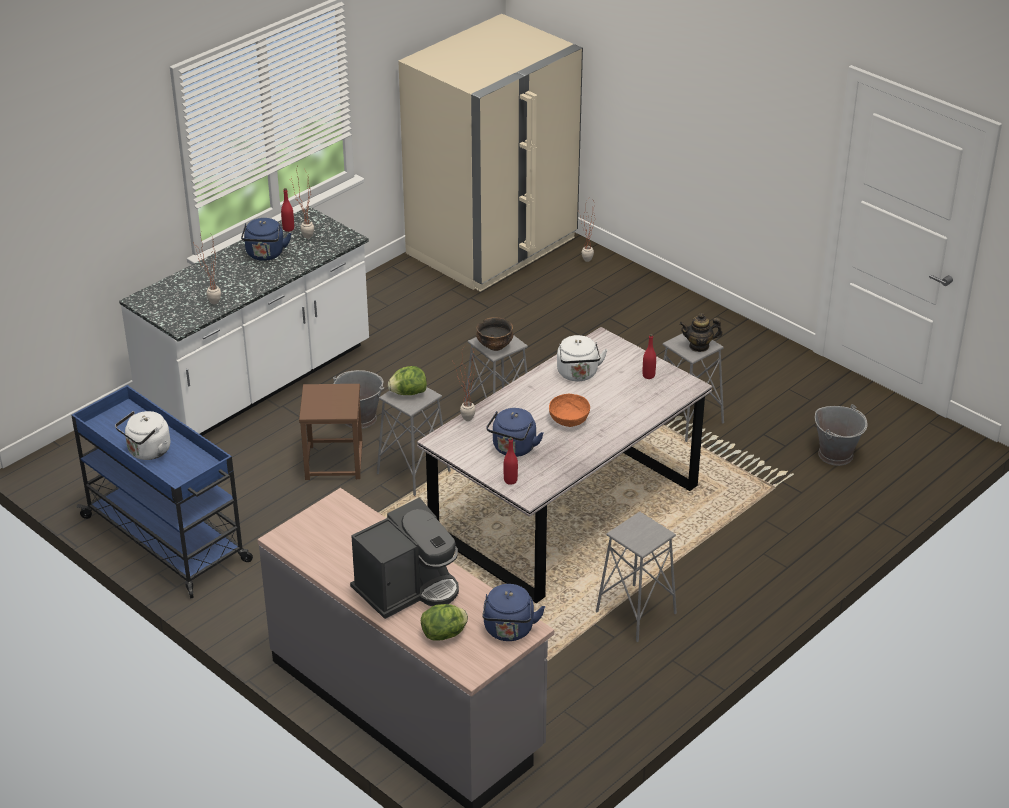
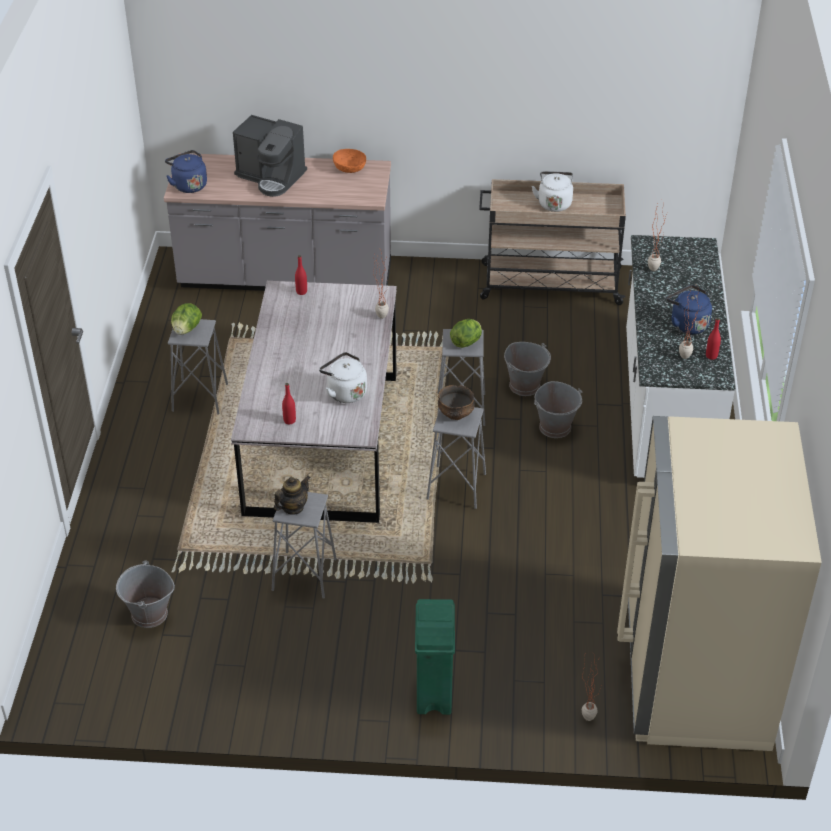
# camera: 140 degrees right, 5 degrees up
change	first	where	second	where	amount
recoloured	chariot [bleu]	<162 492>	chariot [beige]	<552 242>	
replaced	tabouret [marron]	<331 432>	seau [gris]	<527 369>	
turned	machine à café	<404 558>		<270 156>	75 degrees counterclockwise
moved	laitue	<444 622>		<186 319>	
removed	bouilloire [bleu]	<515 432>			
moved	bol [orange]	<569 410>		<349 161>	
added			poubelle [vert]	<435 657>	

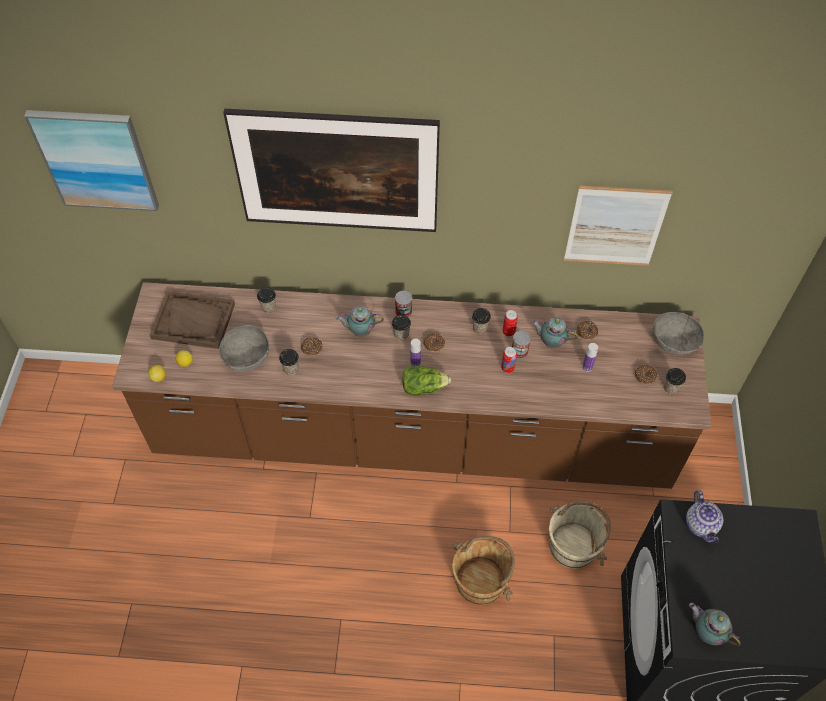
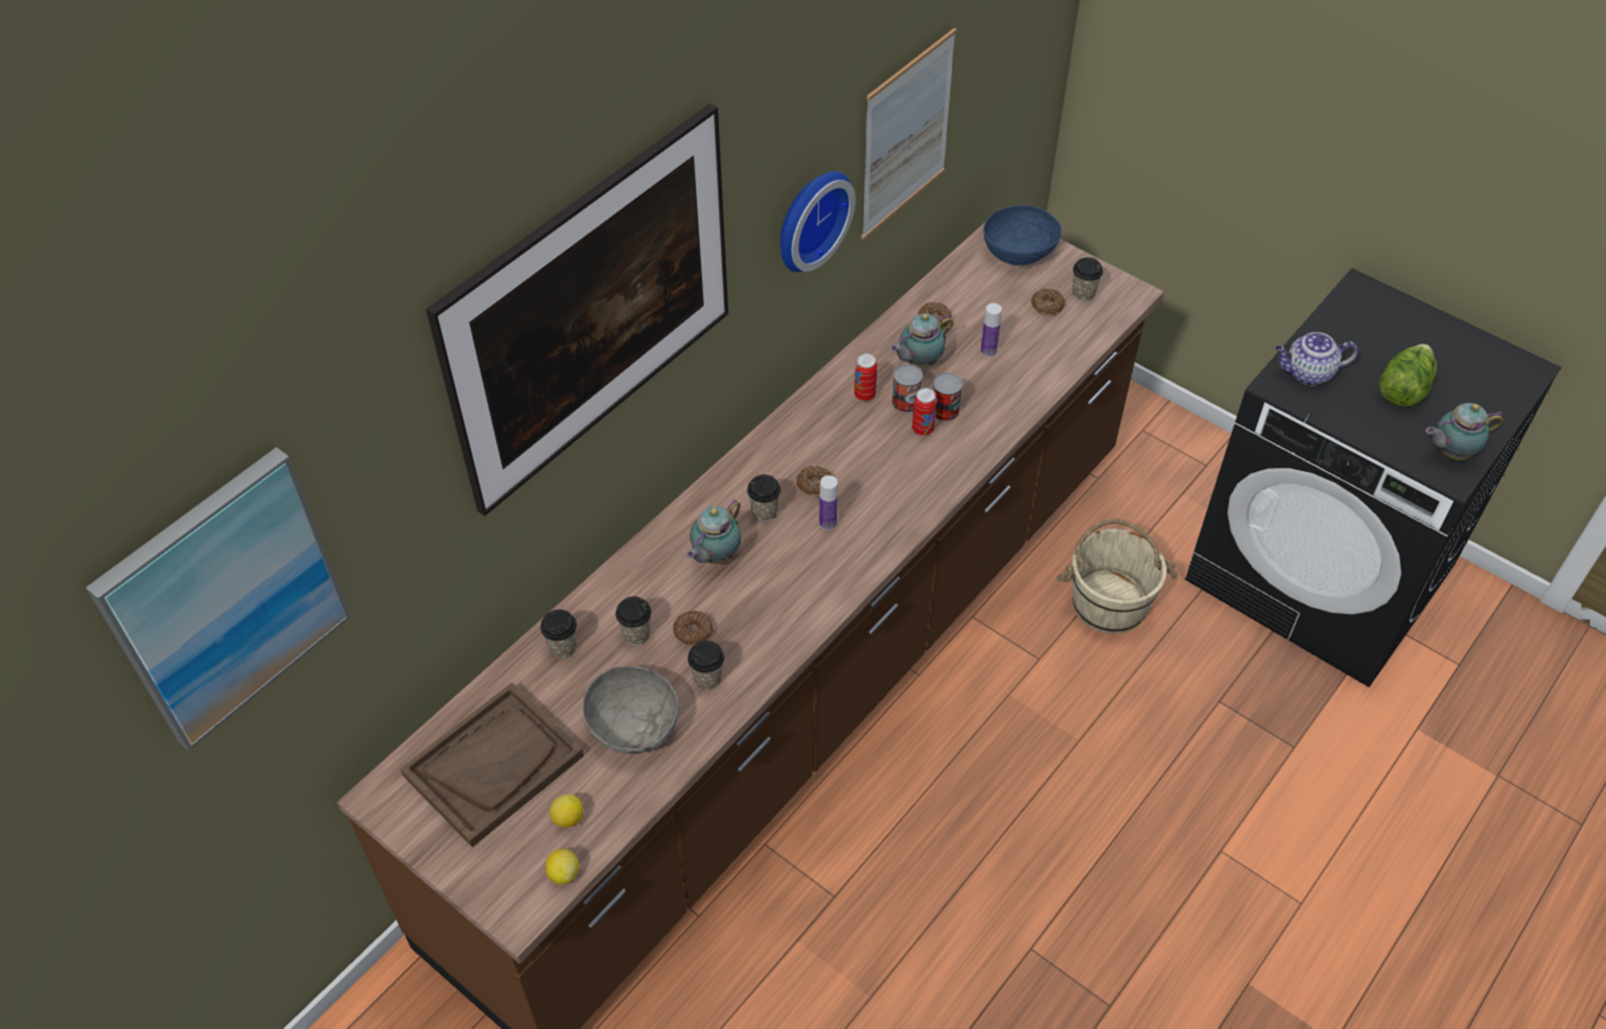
# camera: 55 degrees left, 5 degrees down
change	first	where	second	where	amount
moved	boîte métallique	<403 304>		<948 396>	
moved	laitue	<426 380>		<1407 375>	
removed	seau [marron]	<483 570>			
moved	tasse	<481 321>		<634 620>	
recoloured	bol [gris]	<678 333>	bol [bleu]	<1022 235>	
turned	théière	<704 516>		<1316 359>	150 degrees clockwise
added			horloge murale	<818 221>	

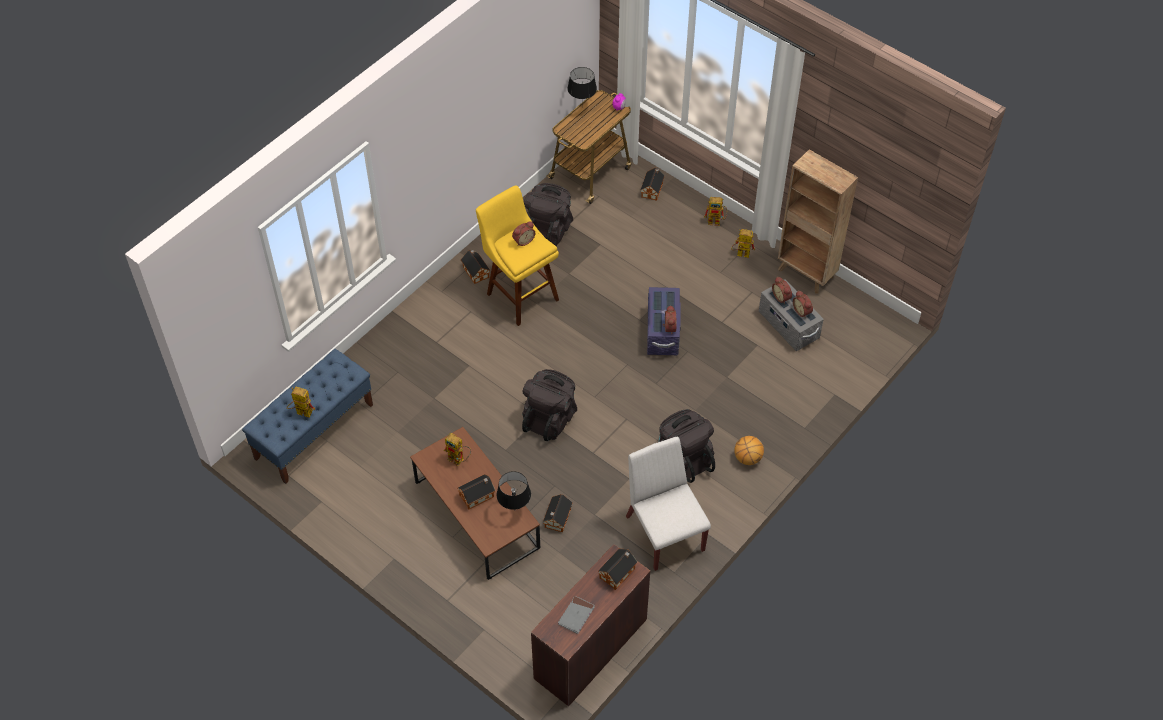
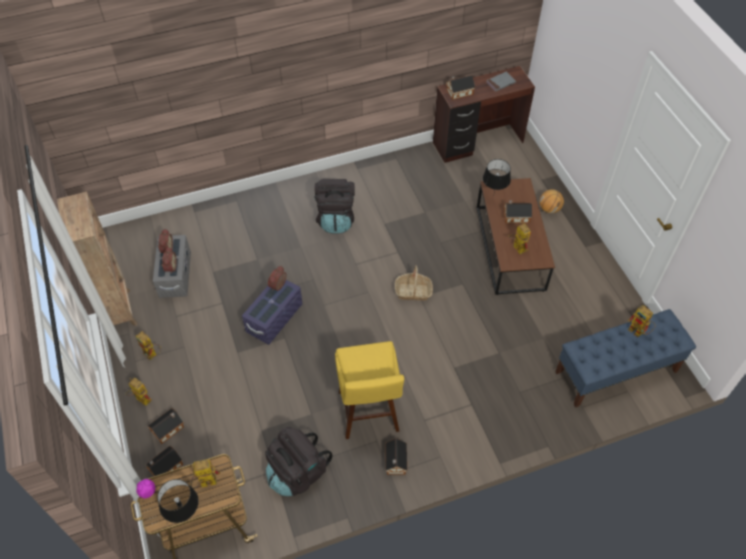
# camera: 150 degrees left, 0 degrees up
change	first	where	second	where	amount
removed	réveil	<523 233>			
replaced	sac à dos [noir]	<549 405>	panier	<414 283>	
moved	maison miniature	<558 513>		<166 426>	
removed	chaise [blanc]	<668 504>			
moved	ballon de basket	<749 450>		<552 201>	
added			robot jouet	<205 474>	

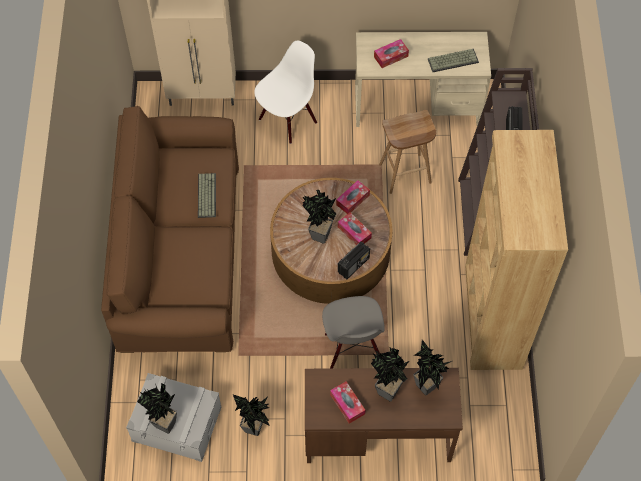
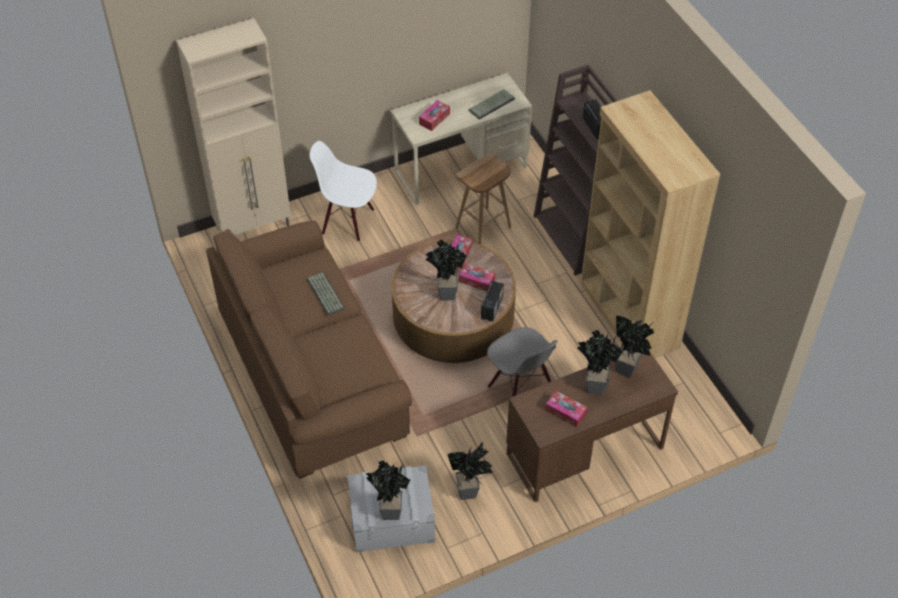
# camera: 25 degrees left, 10 degrees down
change	first	where	second	where	amount
turned	chaise [blanc]	<285 92>		<343 191>	90 degrees counterclockwise

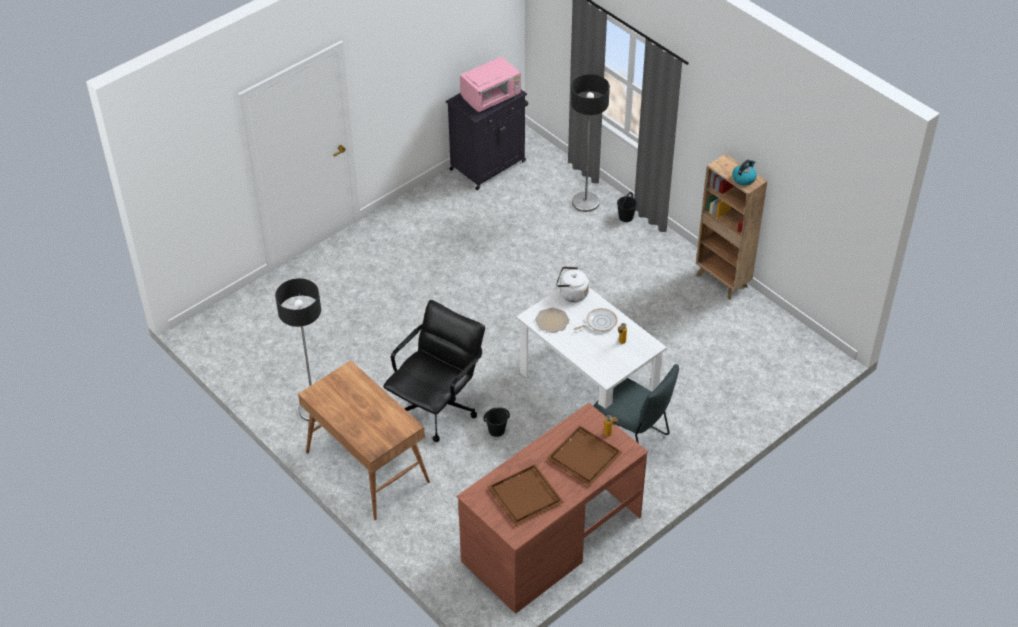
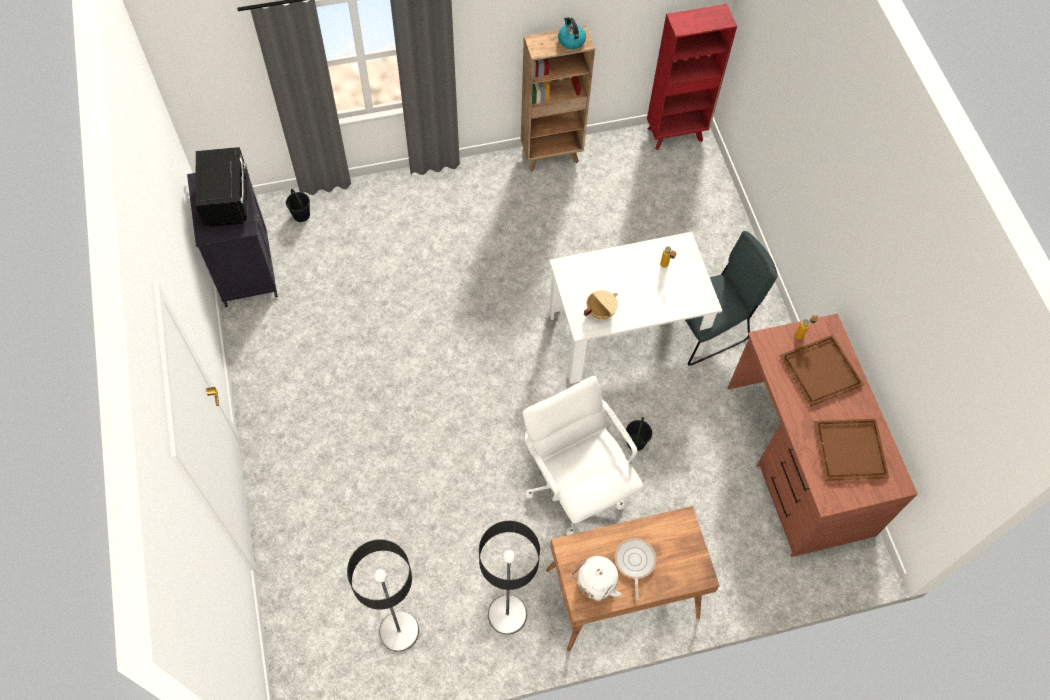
# camera: 65 degrees left, 15 degrees up
change	first	where	second	where	amount
recoloured	chaise de bureau [noir]	<434 371>	chaise de bureau [blanc]	<583 455>	
recoloured	micro-ondes [rose]	<490 84>	micro-ondes [noir]	<221 187>	
replaced	assiette	<552 320>	marmite [beige]	<601 304>	
moved	bouilloire [blanc]	<572 284>		<596 579>	
moved	lampadaire	<590 143>		<383 596>	
moved	poêle	<596 320>		<635 569>	
moved	seau [noir]	<627 207>		<298 205>	
added			bibliothèque [rouge]	<692 77>	

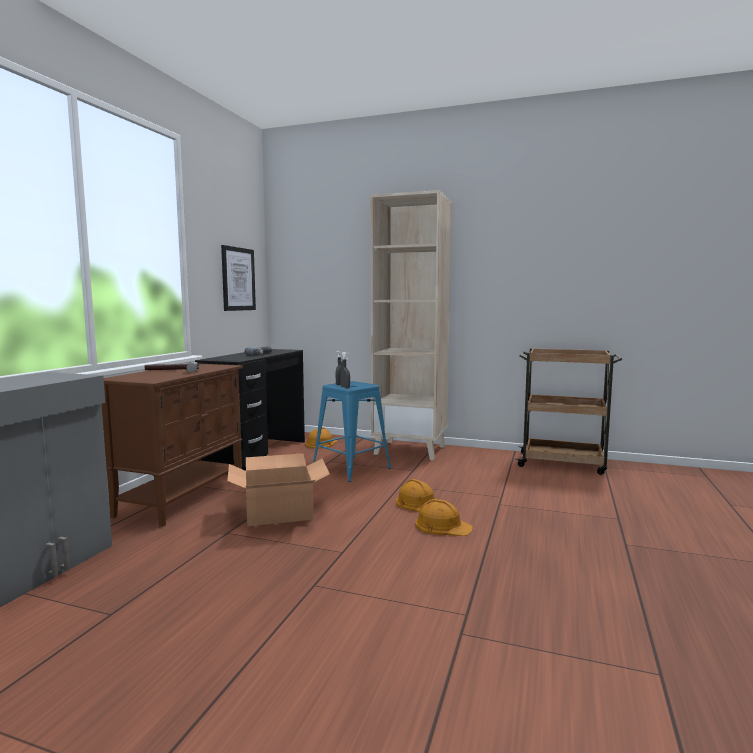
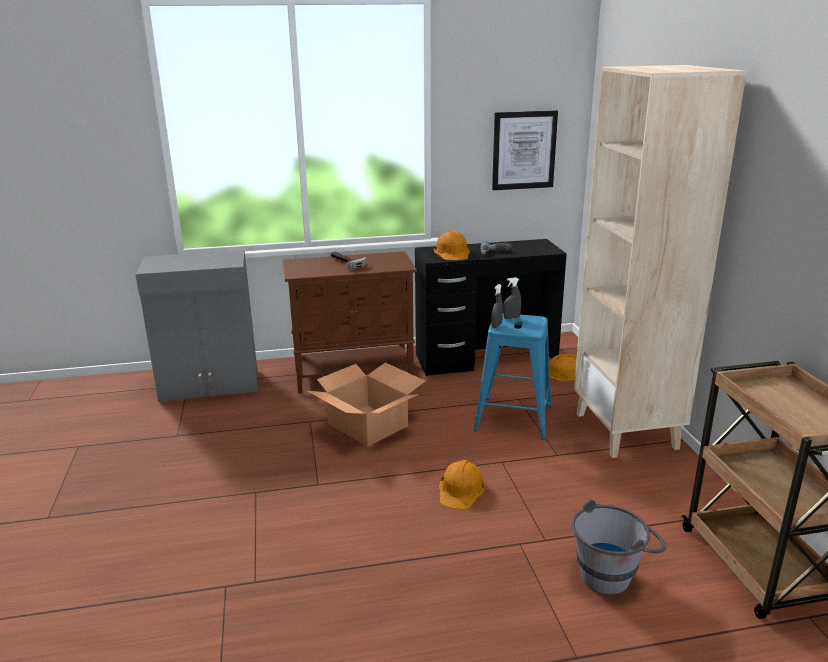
# camera: 60 degrees right, 15 degrees up
change	first	where	second	where	amount
moved	casque de chantier [orange]	<444 517>		<452 245>	
added			seau [gris]	<619 547>	

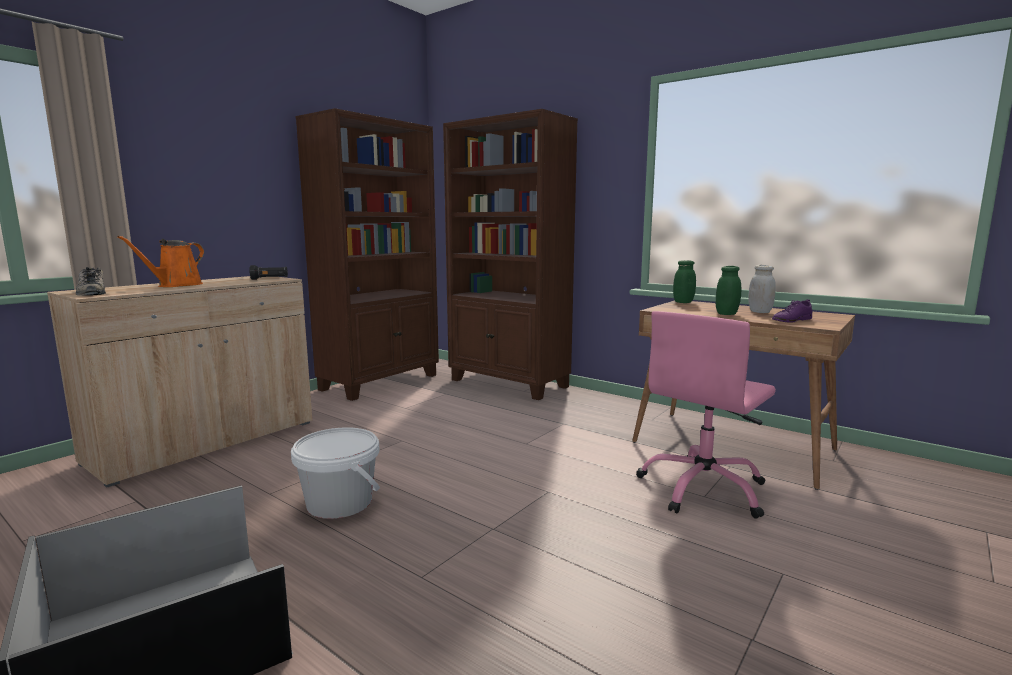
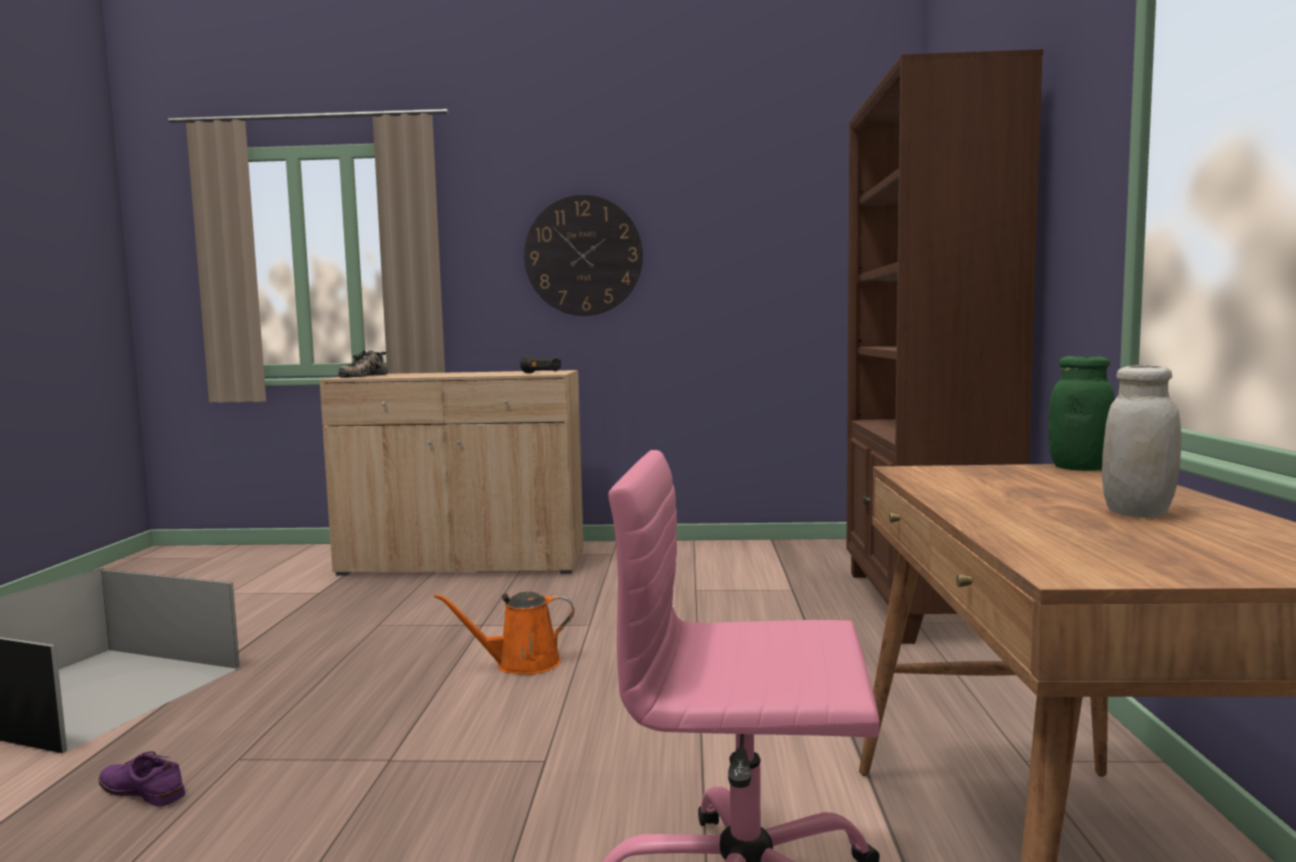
# camera: 55 degrees right, 5 degrees down
change	first	where	second	where	amount
moved	arrosoir [orange]	<160 261>		<503 633>	
removed	seau [blanc]	<335 473>			
removed	bibliothèque [marron]	<367 254>			
removed	bocal [vert]	<728 290>			
moved	chaussure [violet]	<792 311>		<142 778>	
added			horloge murale	<583 255>	

